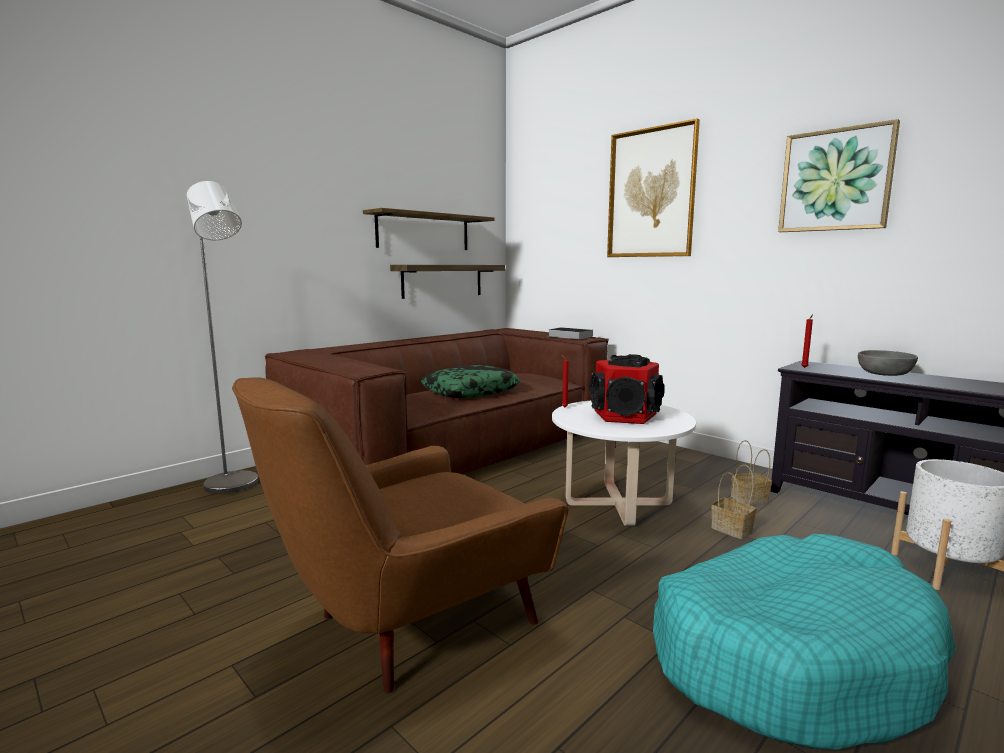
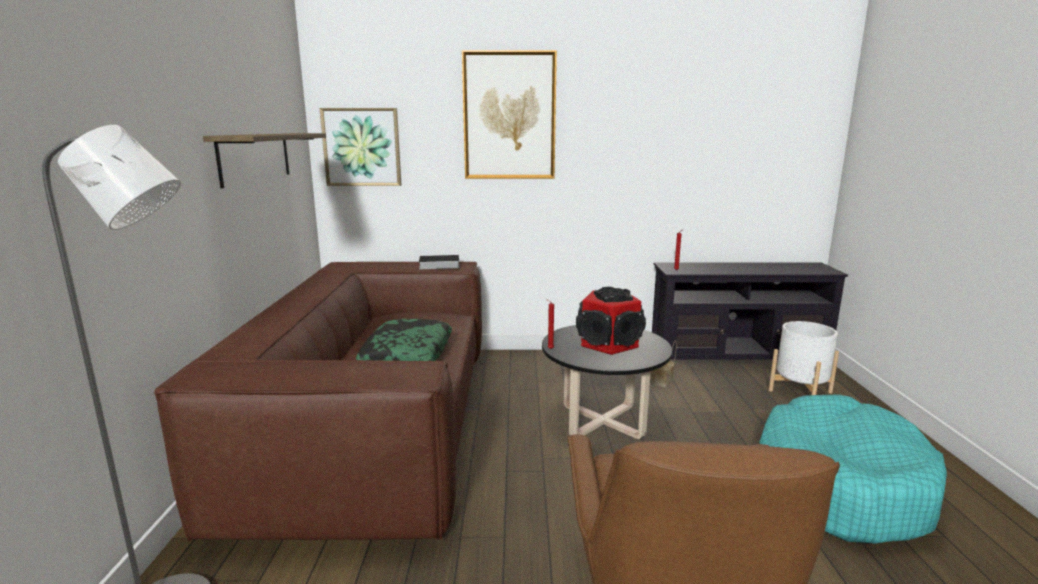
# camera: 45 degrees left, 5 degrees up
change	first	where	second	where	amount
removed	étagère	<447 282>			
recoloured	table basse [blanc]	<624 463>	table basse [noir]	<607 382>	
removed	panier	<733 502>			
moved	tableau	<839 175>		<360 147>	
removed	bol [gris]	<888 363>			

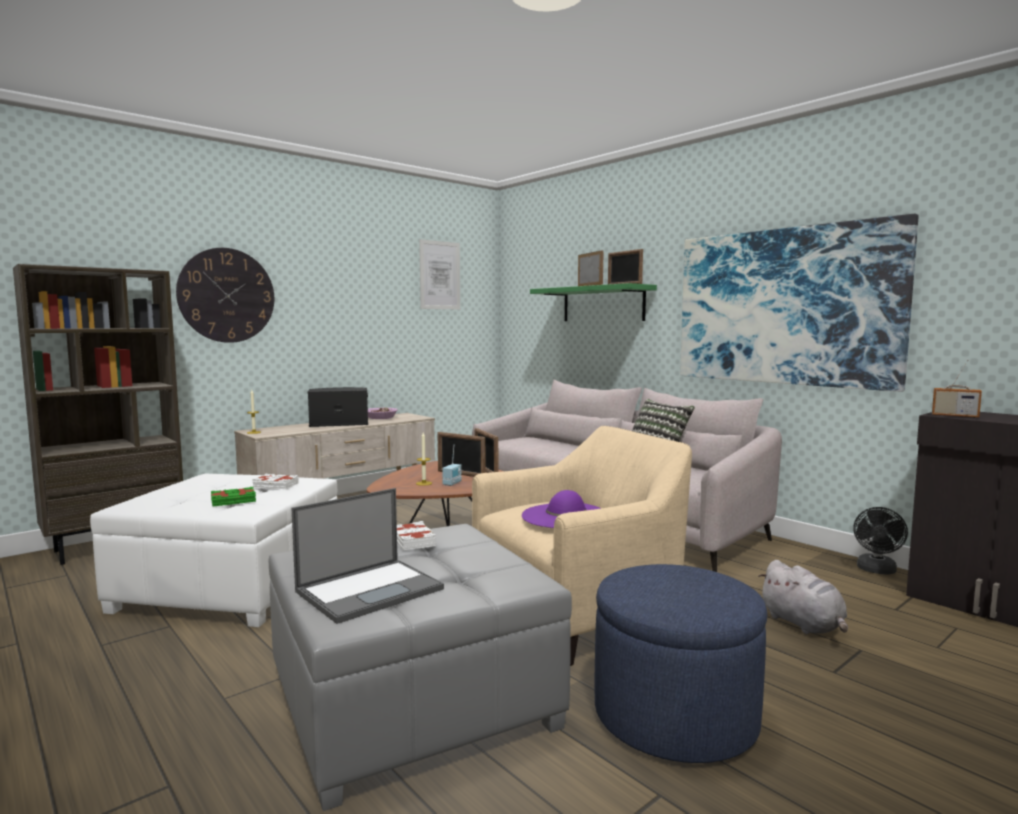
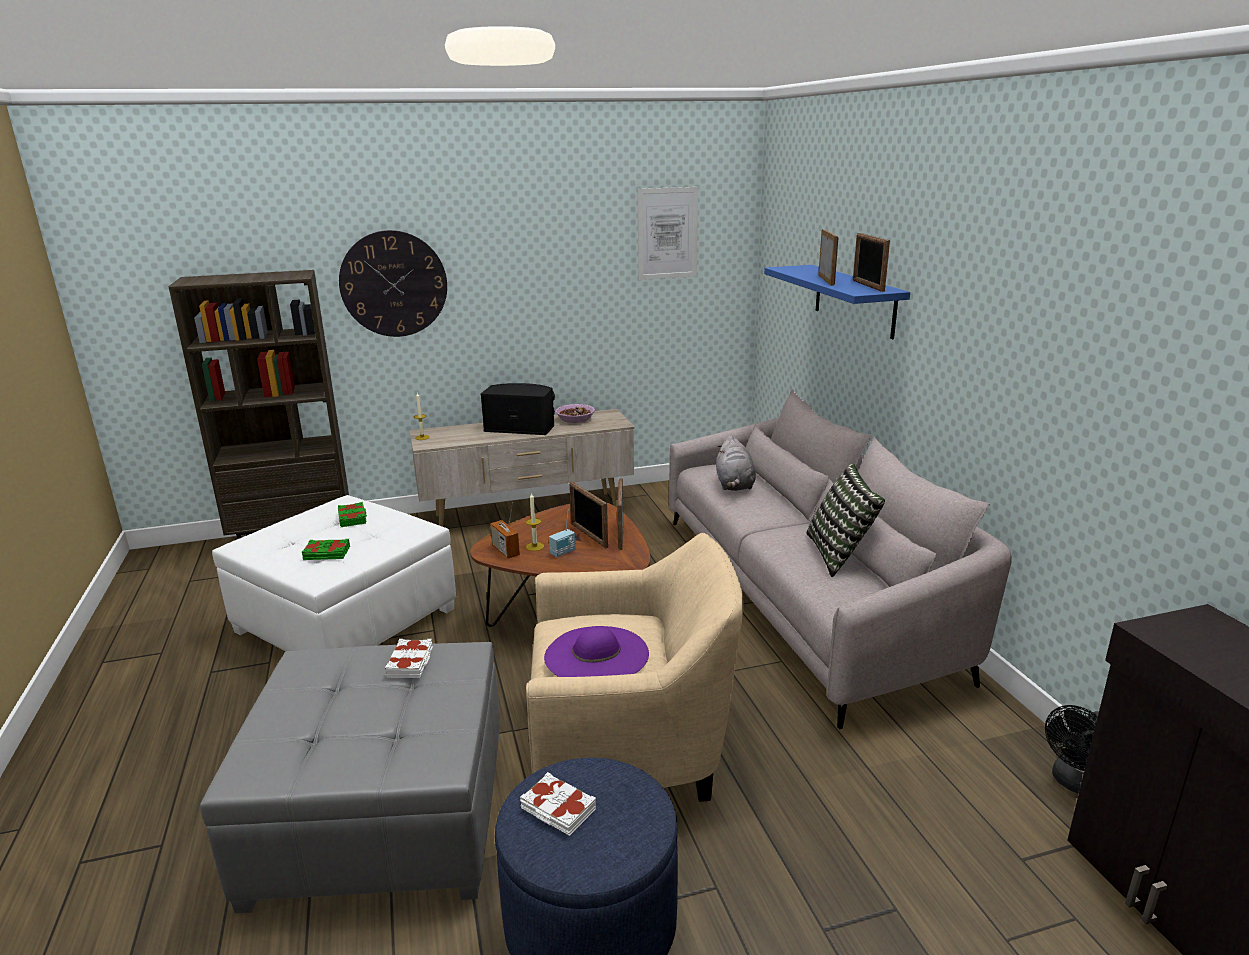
# camera: 25 degrees right, 15 degrees up
change	first	where	second	where	amount
moved	livre [blanc]	<275 481>		<558 804>	
removed	ordinateur portable	<368 556>			
recoloured	étagère [vert]	<593 302>	étagère [bleu]	<837 302>	
removed	tableau	<799 303>			
moved	peluche [gris]	<803 597>		<736 463>	
moved	radio	<957 388>		<505 530>	
added			livre [vert]	<352 514>	

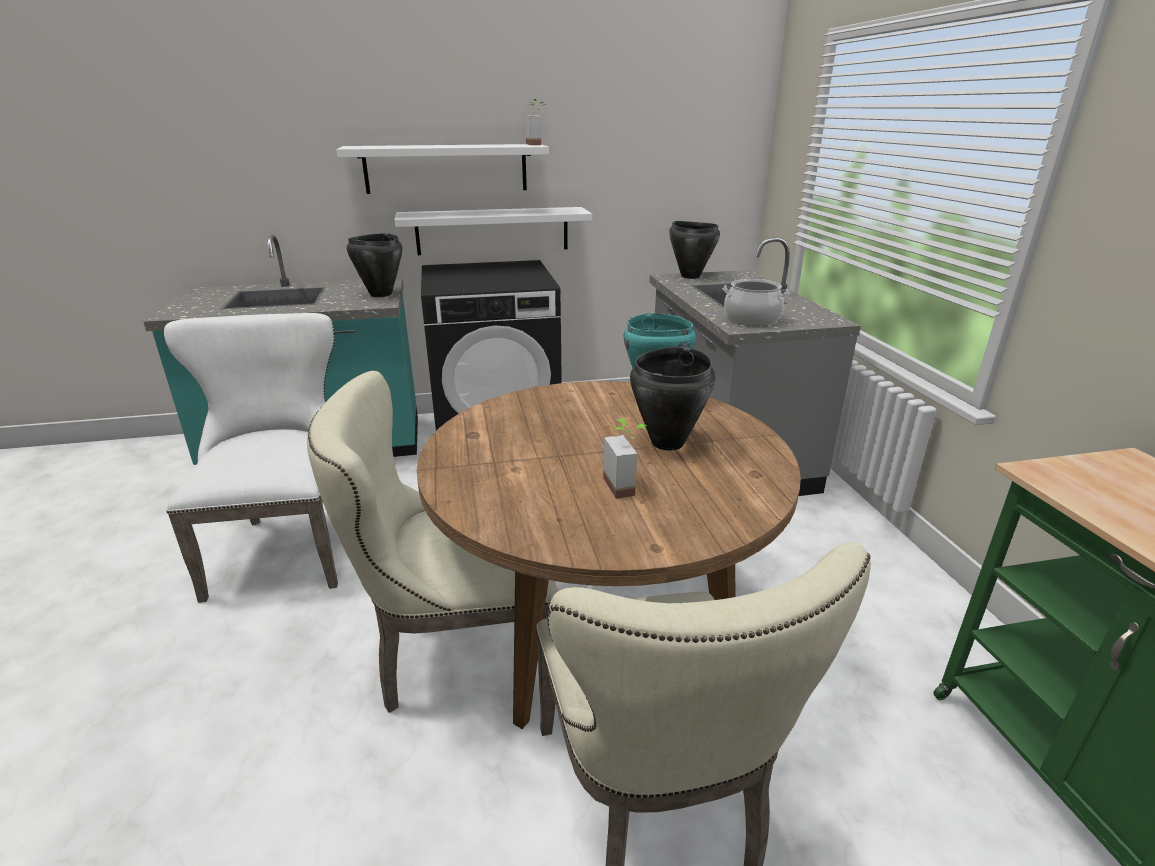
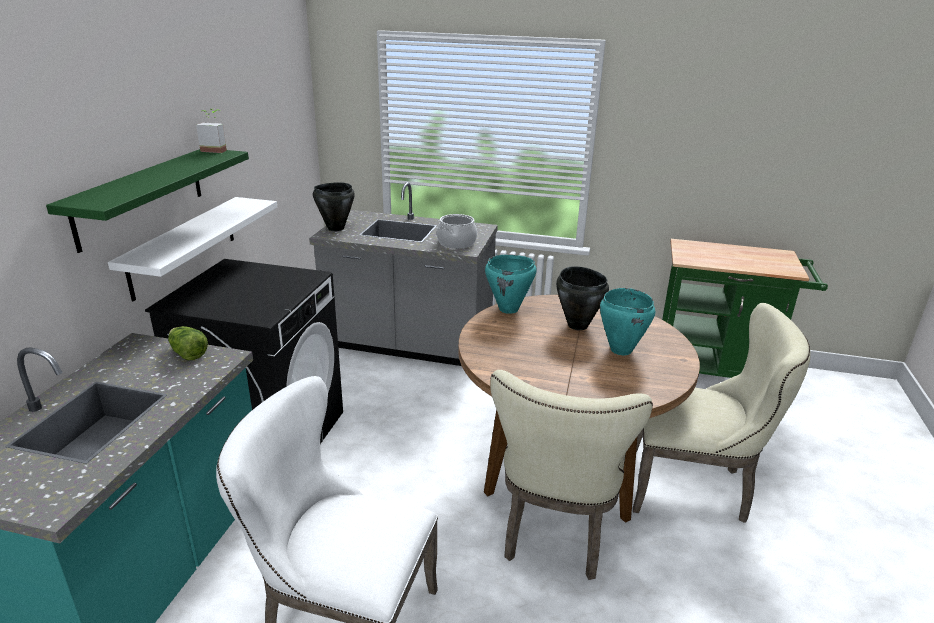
# camera: 65 degrees left, 0 degrees up
change	first	where	second	where	amount
recoloured	étagère [blanc]	<442 169>	étagère [vert]	<147 201>	
replaced	marmite [noir]	<374 265>	laitue	<188 343>	
replaced	plante en pot	<625 459>	marmite [turquoise]	<627 321>	

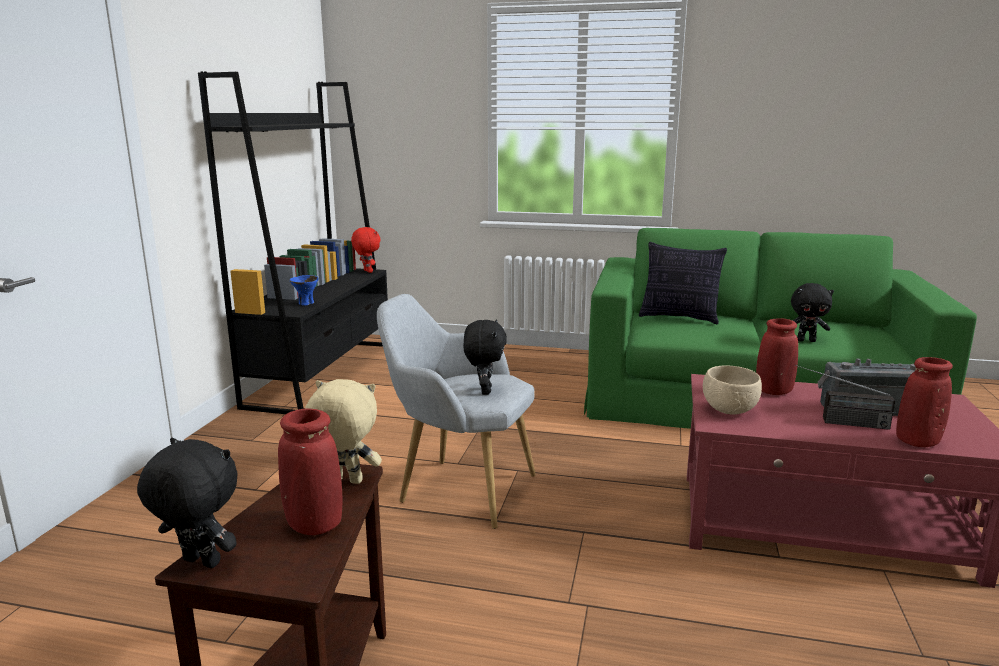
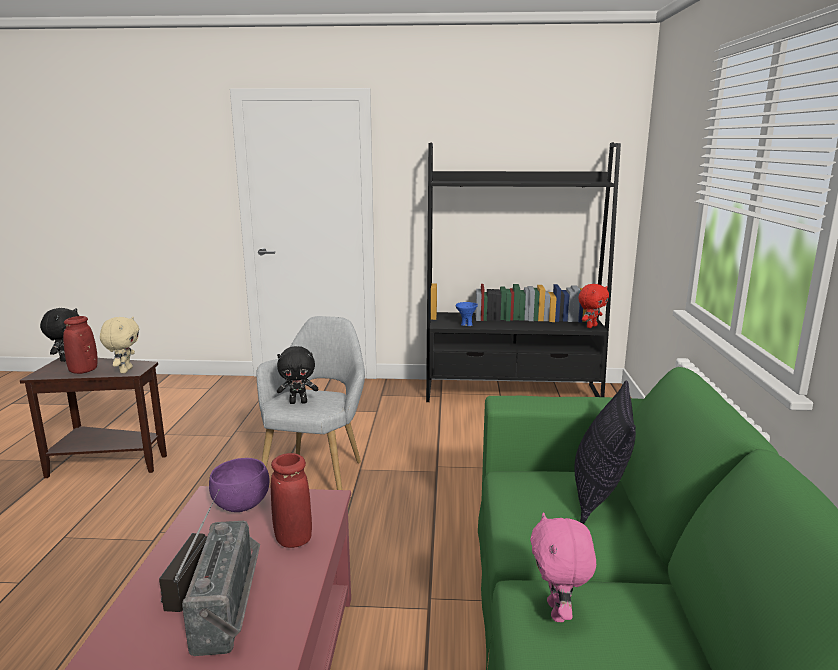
# camera: 80 degrees right, 0 degrees up
change	first	where	second	where	amount
recoloured	bol [beige]	<732 390>	bol [violet]	<239 485>	
recoloured	peluche [noir]	<812 312>	peluche [rose]	<563 567>	
removed	vase [rouge]	<924 402>			

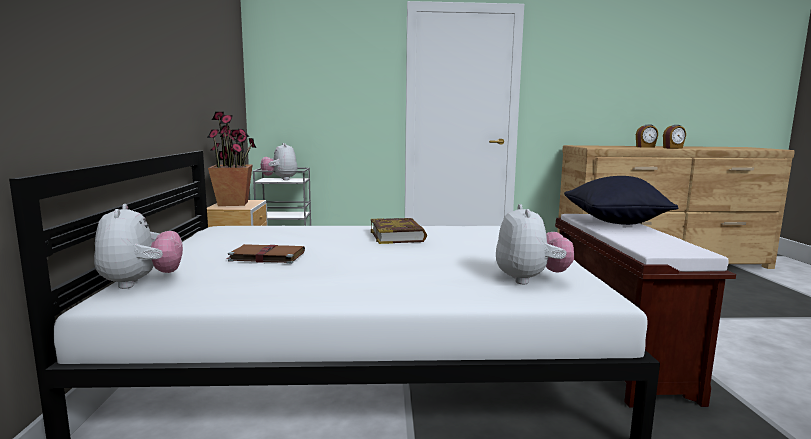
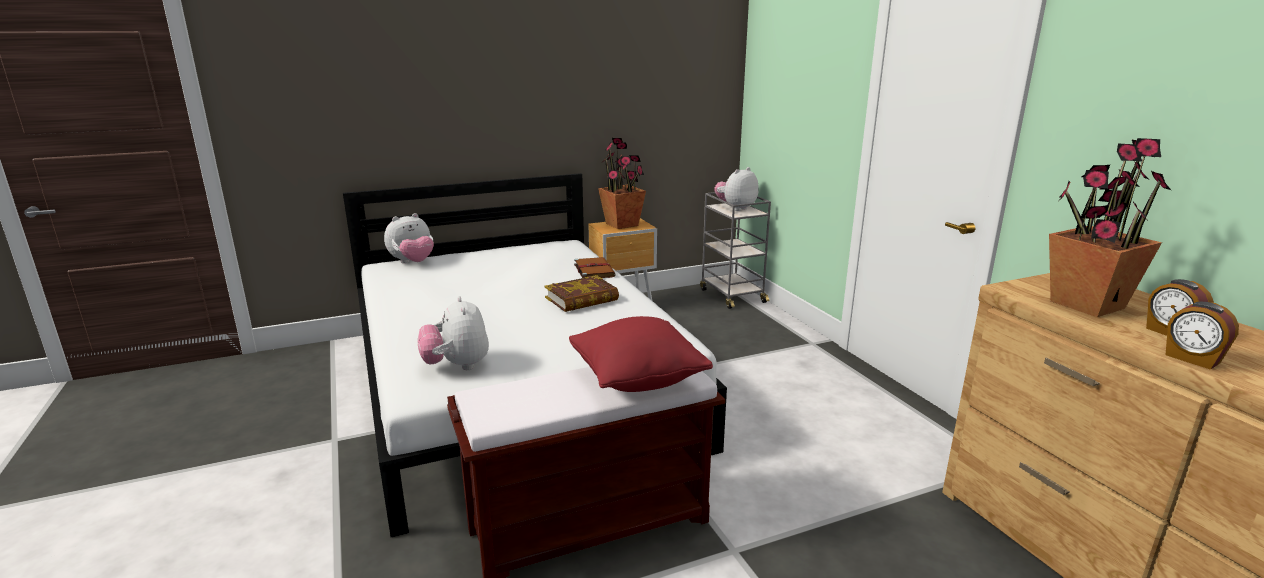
# camera: 70 degrees right, 10 degrees up
change	first	where	second	where	amount
moved	livre [marron]	<266 254>		<595 267>	
turned	peluche	<535 244>		<453 333>	90 degrees clockwise
recoloured	coussin [noir]	<621 200>	coussin [rouge]	<641 354>	
added			plante en pot	<1110 227>	

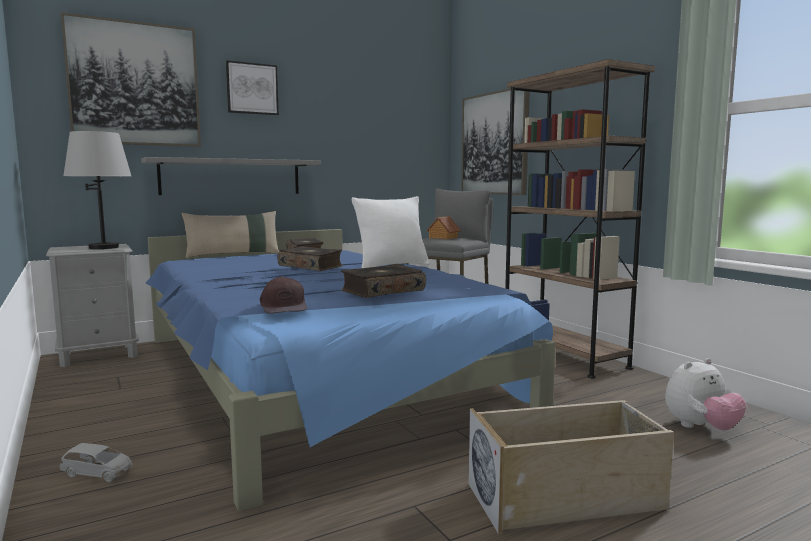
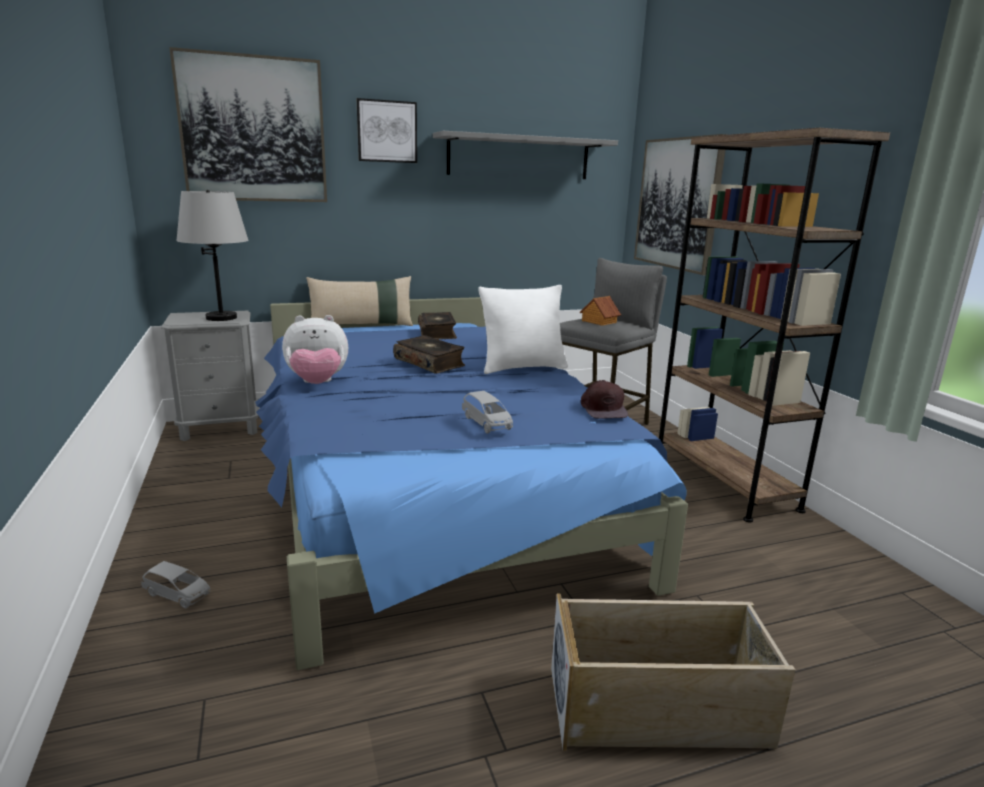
# camera: 10 degrees right, 10 degrees up
change	first	where	second	where	amount
moved	étagère [gris]	<231 176>		<525 155>	
moved	casquette [marron]	<283 295>		<604 399>	
replaced	livre	<383 281>	petite voiture [gris]	<487 412>	
moved	peluche	<706 394>		<315 349>	

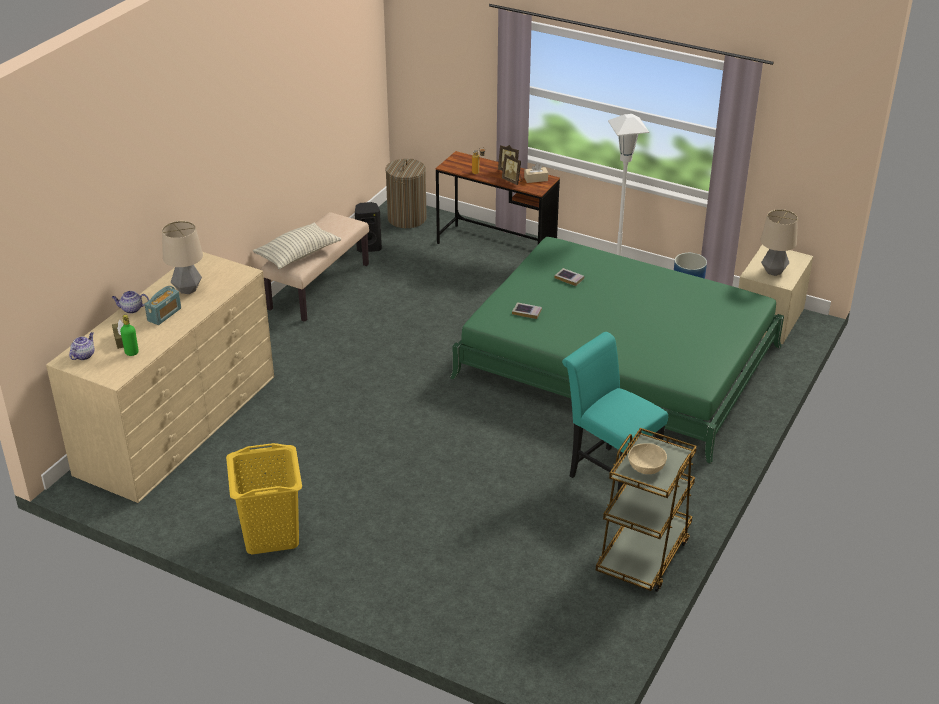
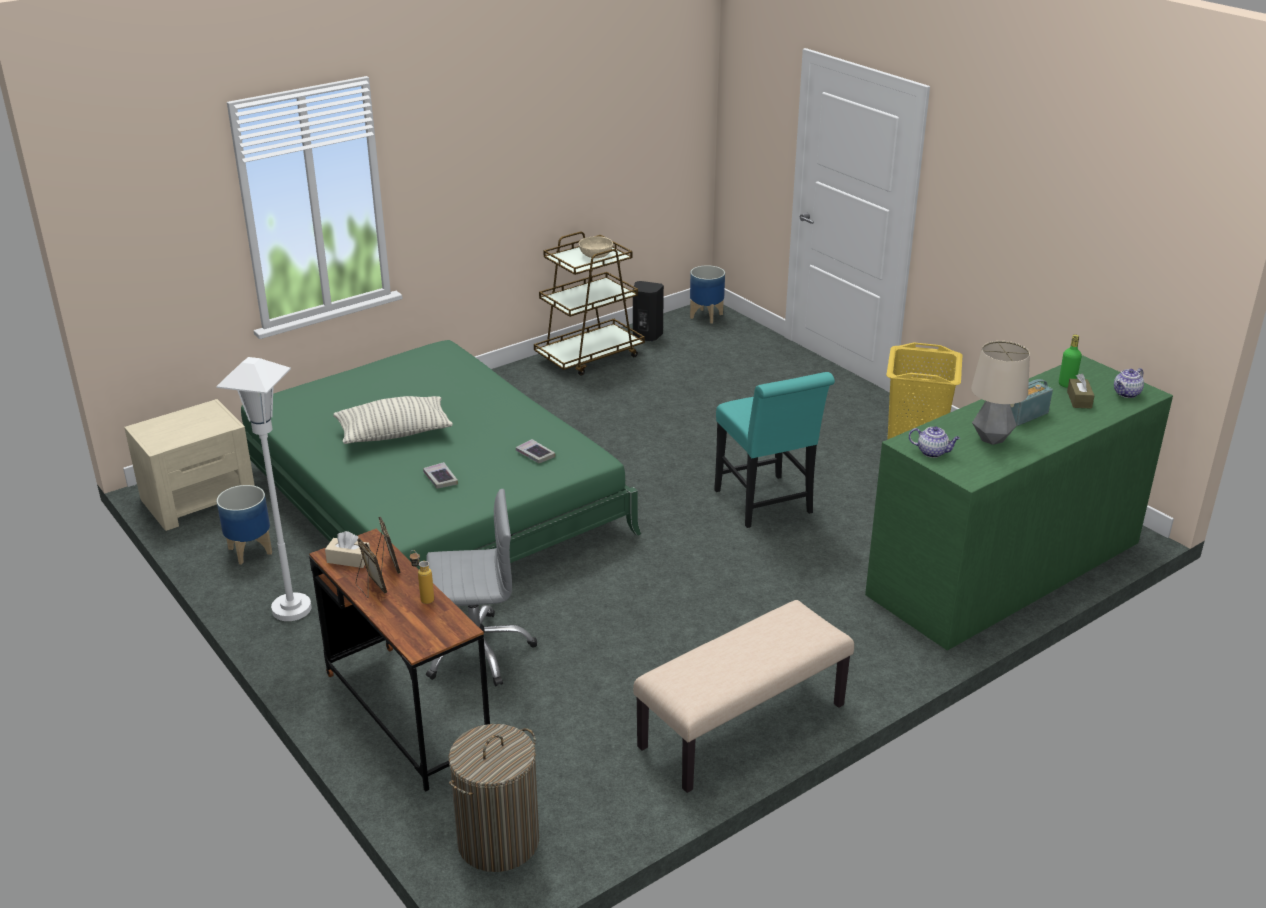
# camera: 155 degrees left, 5 degrees down
change	first	where	second	where	amount
recoloured	commode [beige]	<160 377>	commode [vert]	<1019 503>	
moved	théière	<130 302>		<934 442>	
moved	coussin	<297 246>		<393 420>	
moved	enceinte [noir]	<368 227>		<648 311>	
moved	chaise [turquoise]	<615 413>		<774 450>	
removed	lampe de table	<779 242>			
added			chaise de bureau [gris]	<482 587>	
added			cache-pot	<707 294>	

